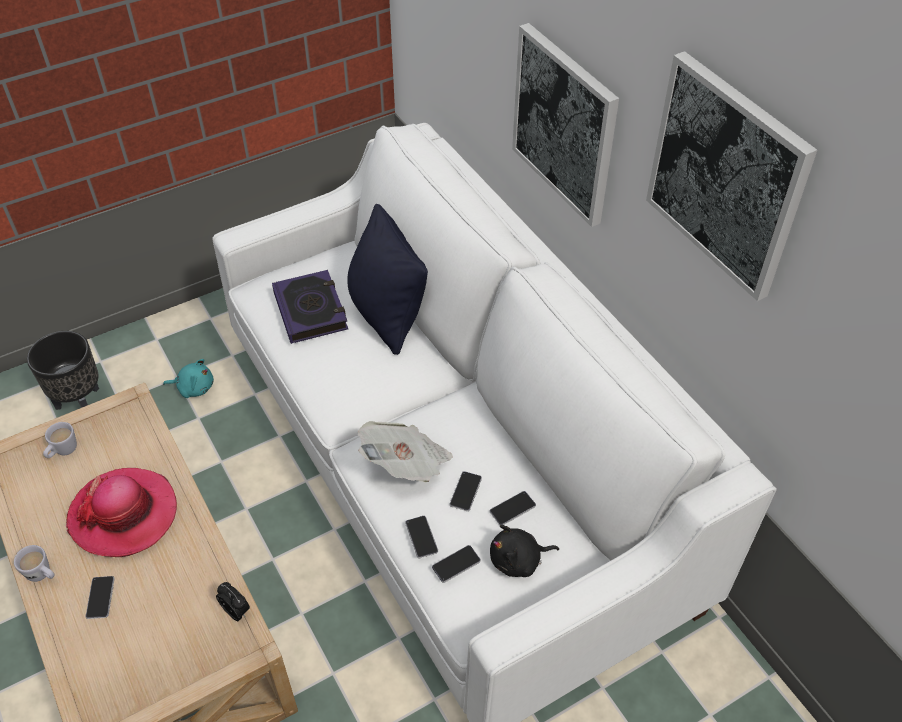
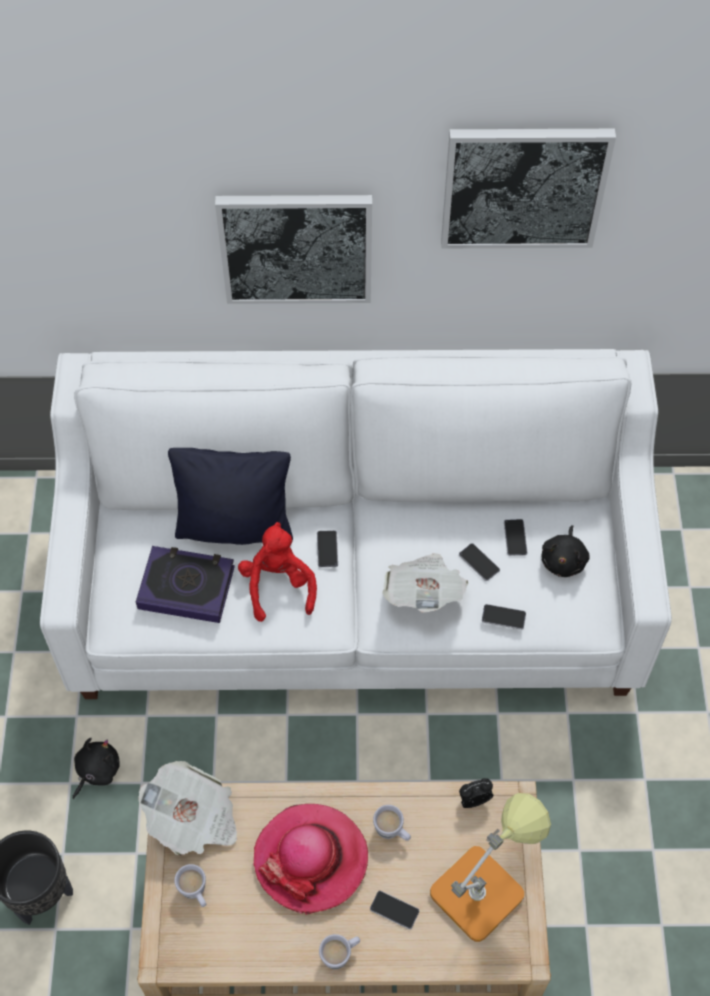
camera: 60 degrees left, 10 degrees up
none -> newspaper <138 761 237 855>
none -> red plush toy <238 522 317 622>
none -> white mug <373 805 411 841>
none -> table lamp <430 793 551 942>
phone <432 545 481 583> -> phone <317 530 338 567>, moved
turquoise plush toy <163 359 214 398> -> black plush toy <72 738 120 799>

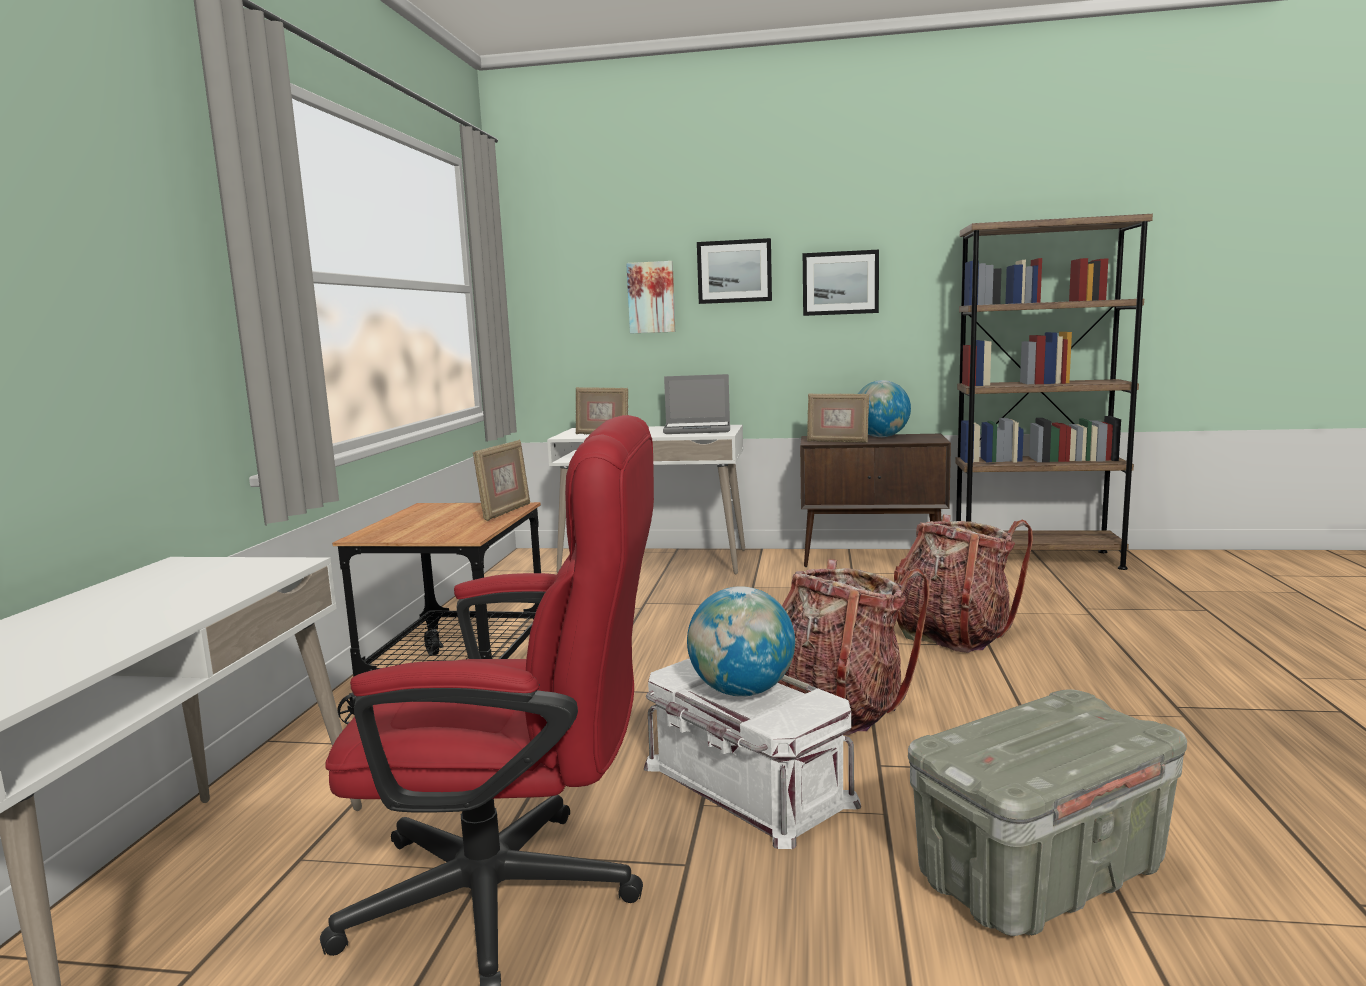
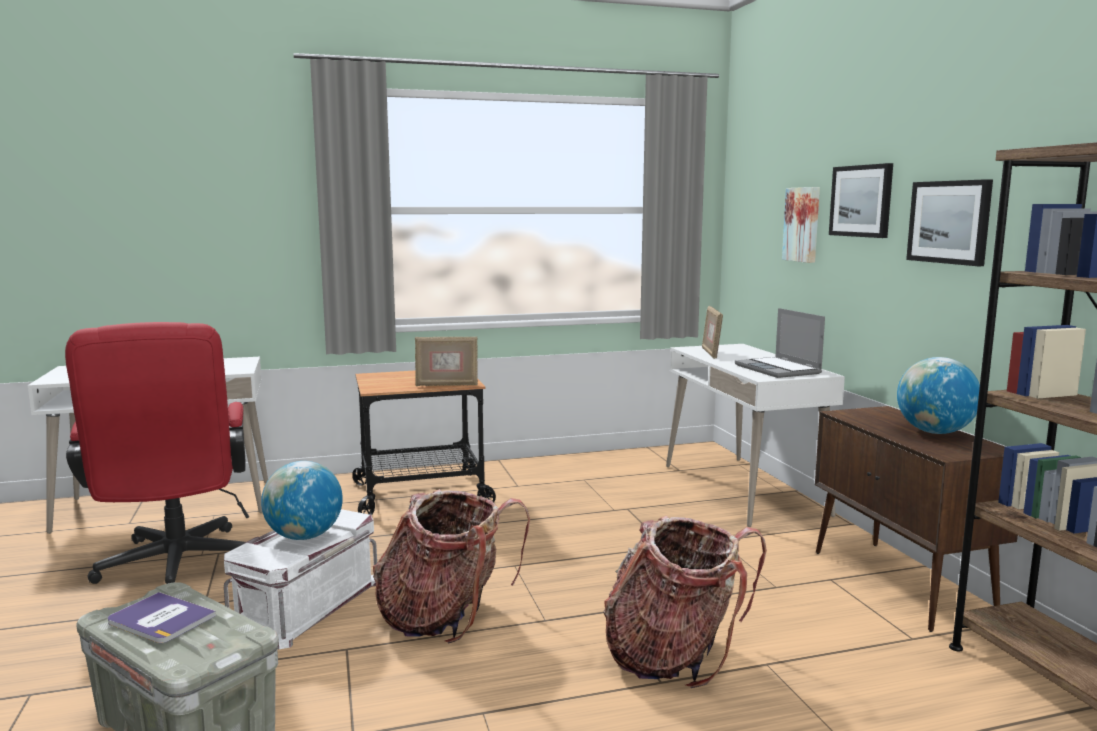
camera: 65 degrees right, 0 degrees up
picture frame <807 394 869 443> -> none
none -> book <108 592 216 643>

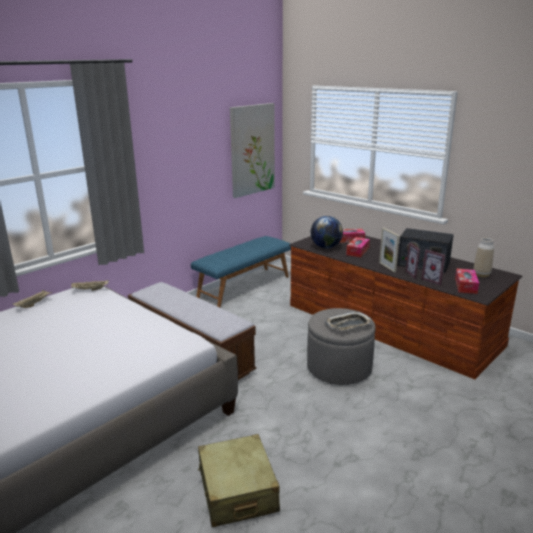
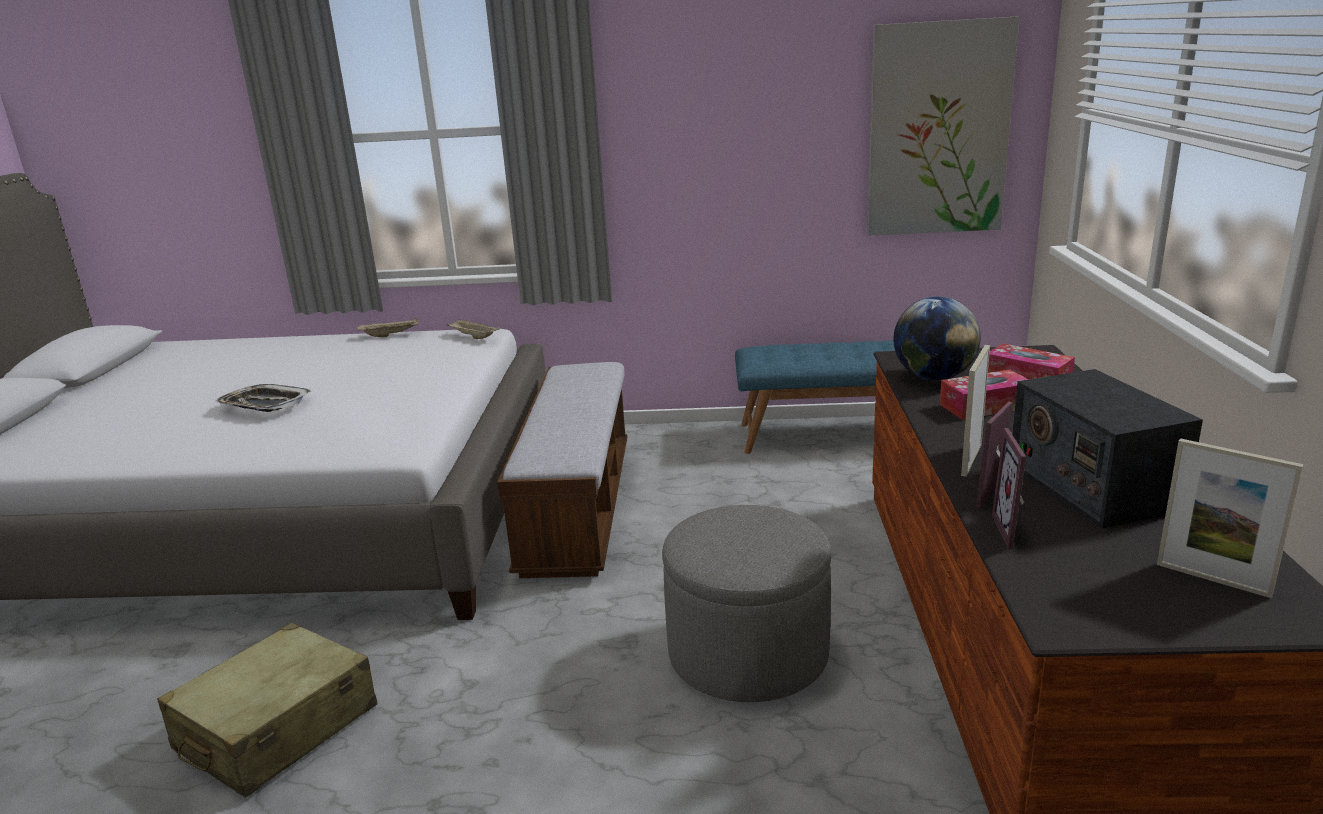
camera: 50 degrees right, 0 degrees up
tissue box <455 269 479 294> -> none
tray <325 311 373 330> -> tray <214 384 312 412>, moved
vase <473 238 494 278> -> picture frame <1157 438 1304 598>

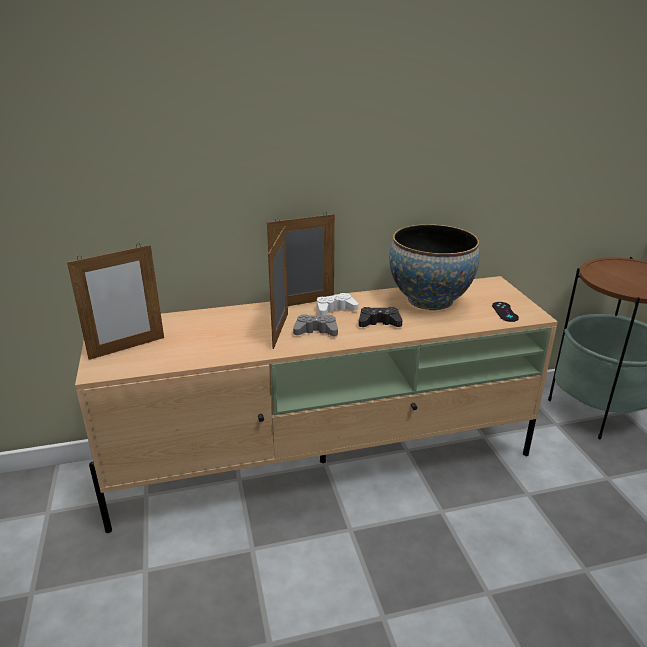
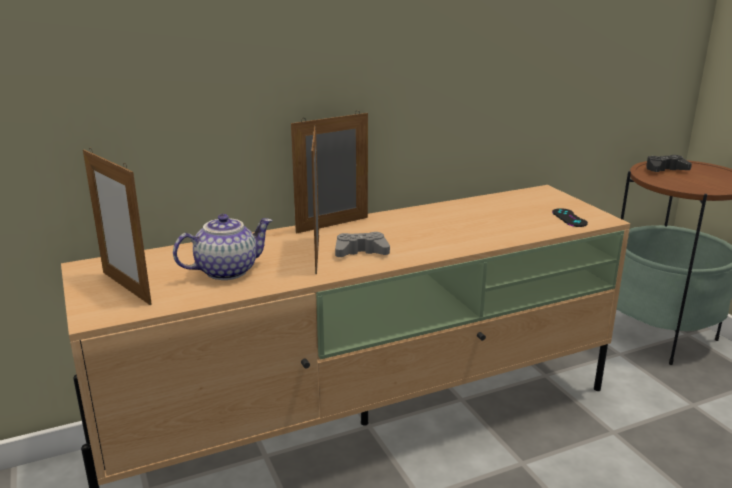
camera: 10 degrees left, 5 degrees down
white game controller <317 293 358 316> -> none
bowl <389 224 480 310> -> none
none -> teapot <173 214 273 280>
black game controller <359 307 402 327> -> black game controller <646 155 692 172>, moved
picture frame <67 243 164 360> -> picture frame <83 148 152 305>, 90 degrees clockwise

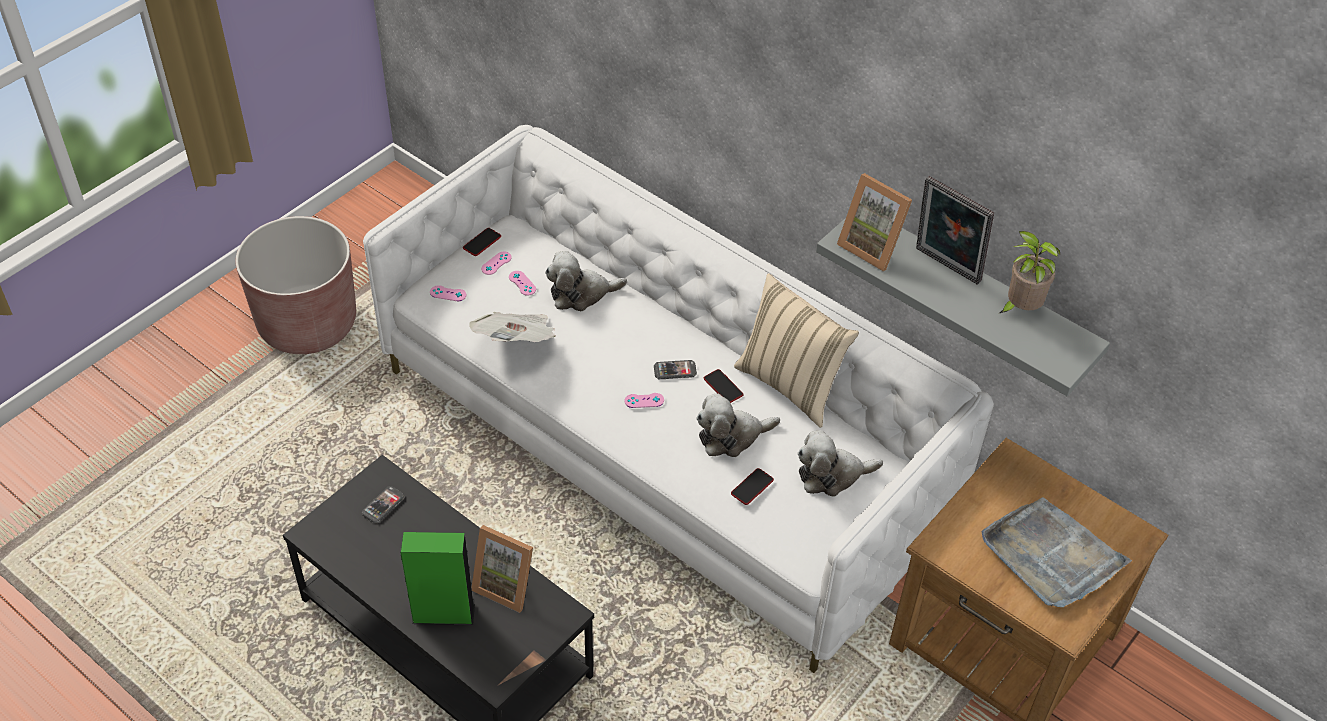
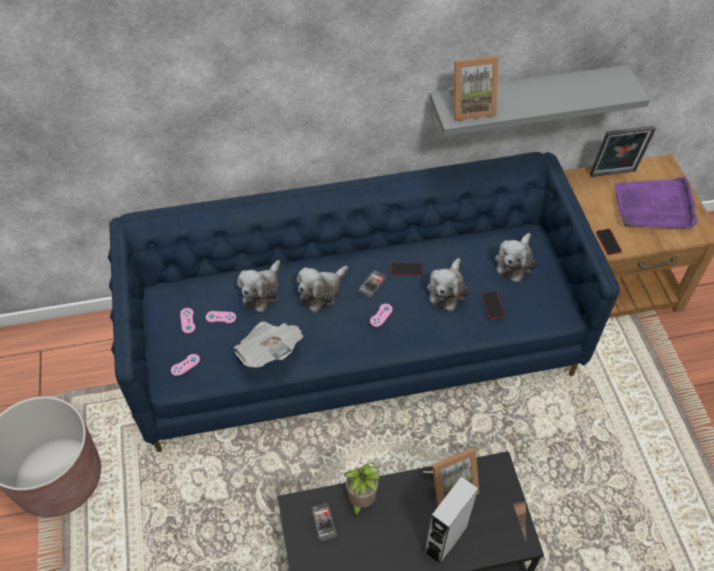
camera: 50 degrees left, 5 degrees up
beige pillow <734 274 859 428> -> none
none -> plush toy <297 266 348 313>
phone <463 228 501 256> -> phone <596 229 622 255>, moved
picture frame <916 176 994 285> -> picture frame <590 126 656 177>, moved
potted plant <998 231 1060 314> -> potted plant <344 462 380 518>, moved
white sofa <363 125 994 673> -> blue sofa <108 152 619 452>
green speaker <400 532 475 625> -> grey speaker <424 476 478 566>
grey tray <982 497 1132 607> -> purple tray <614 177 697 229>

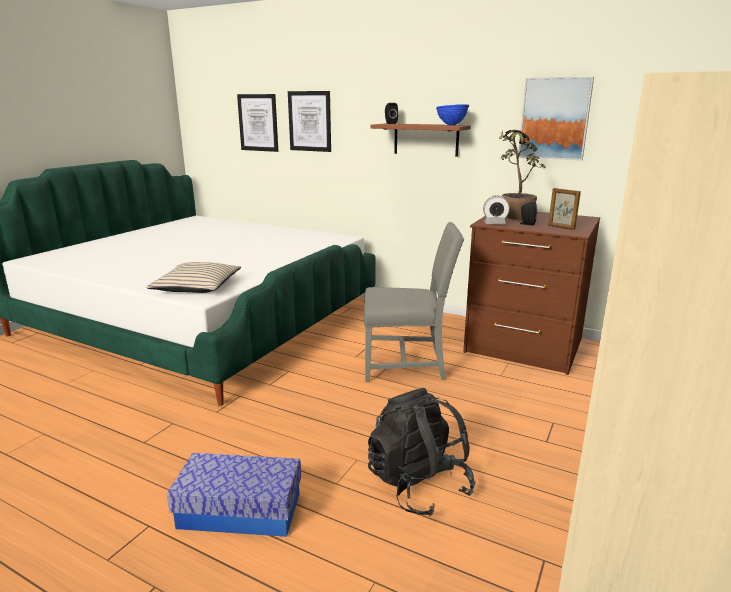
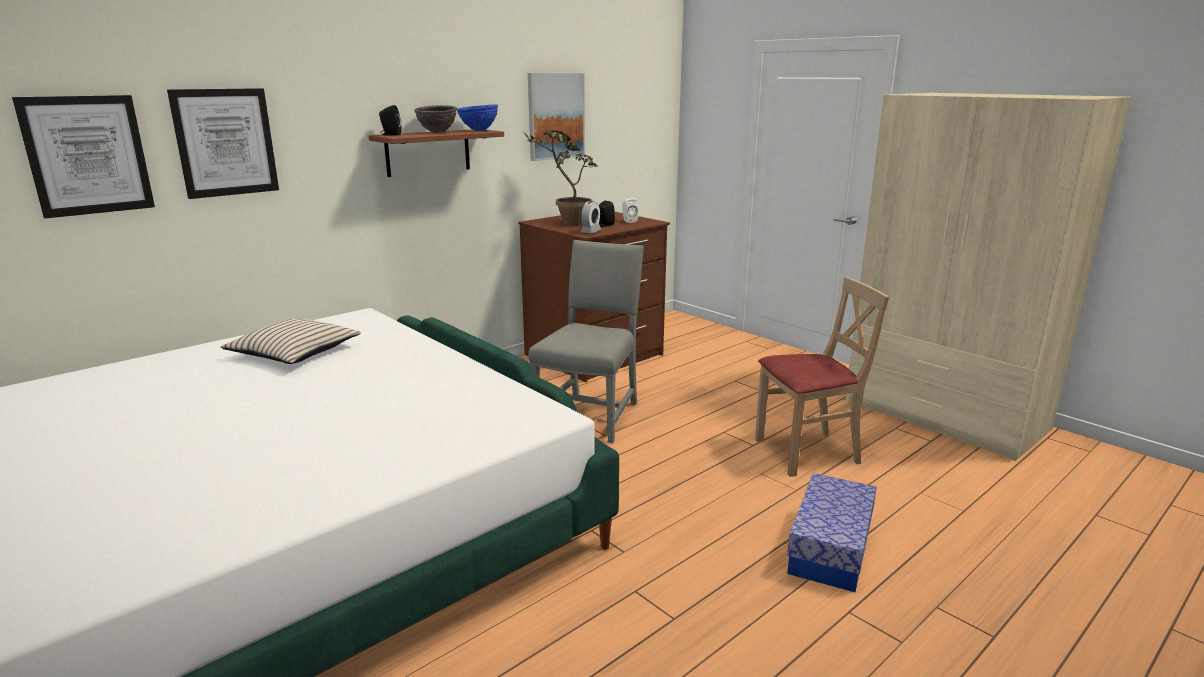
camera: 70 degrees left, 0 degrees up
none -> brown bowl <415 105 457 133>
beige pillow <146 262 241 293> -> beige pillow <221 318 361 364>, moved
black backpack <368 388 476 516> -> beige chair <755 277 889 477>
picture frame <548 188 581 230> -> white speaker <622 198 638 223>

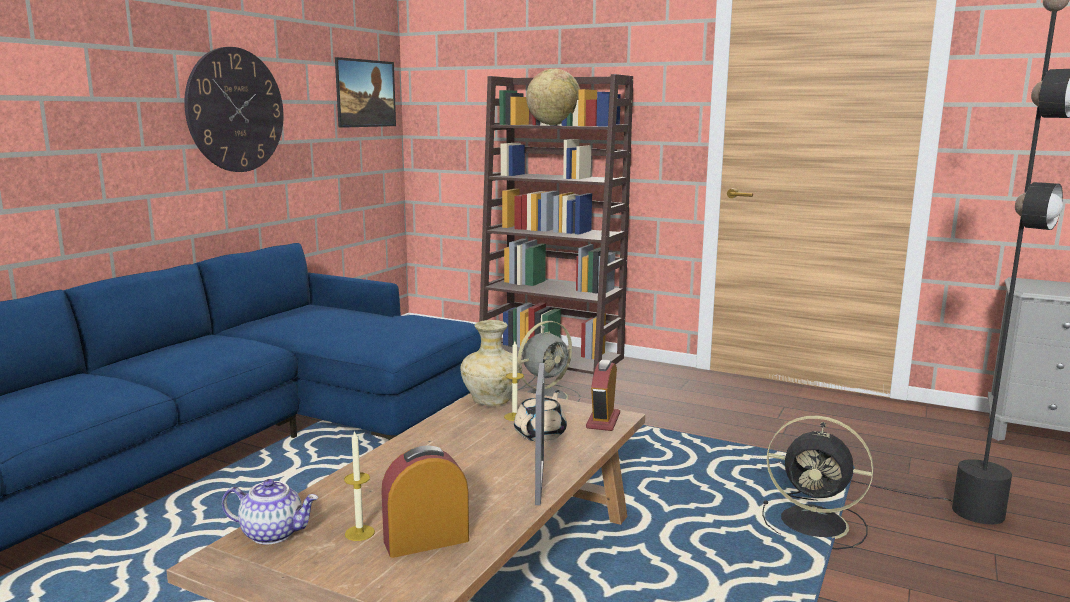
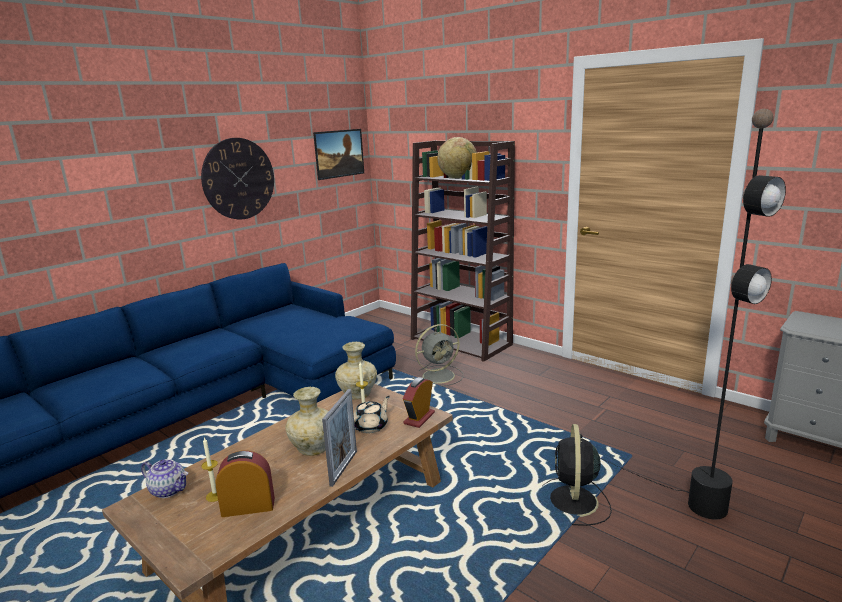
camera: 15 degrees right, 5 degrees up
none -> beige vase <286 387 329 456>
black fan <762 416 873 550> -> black fan <542 424 612 526>, 60 degrees clockwise

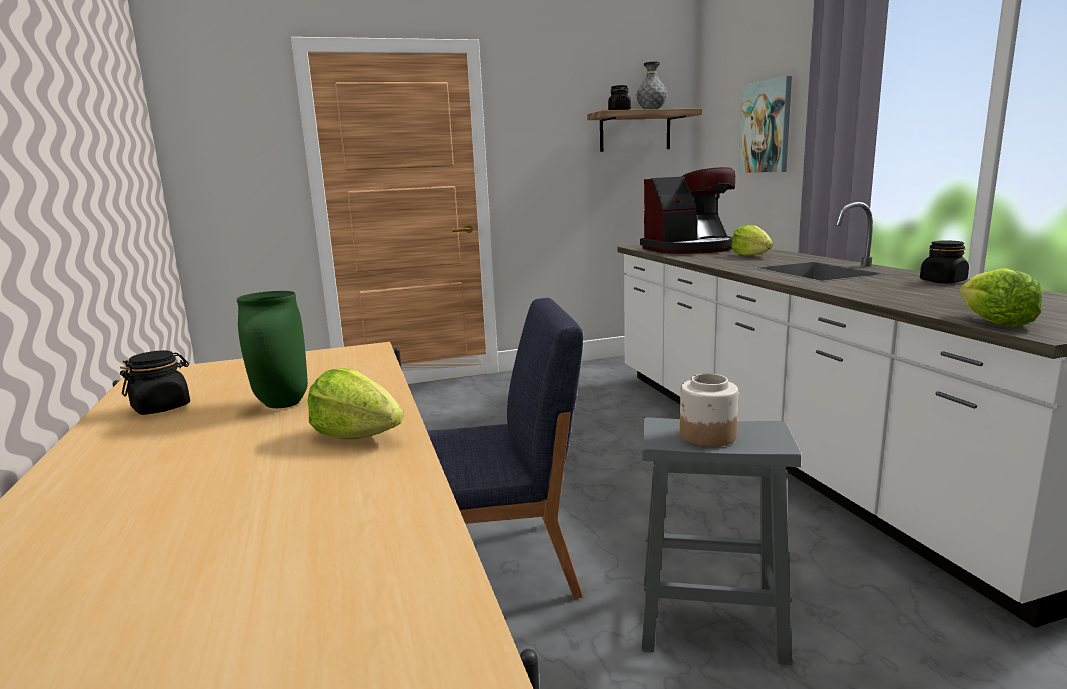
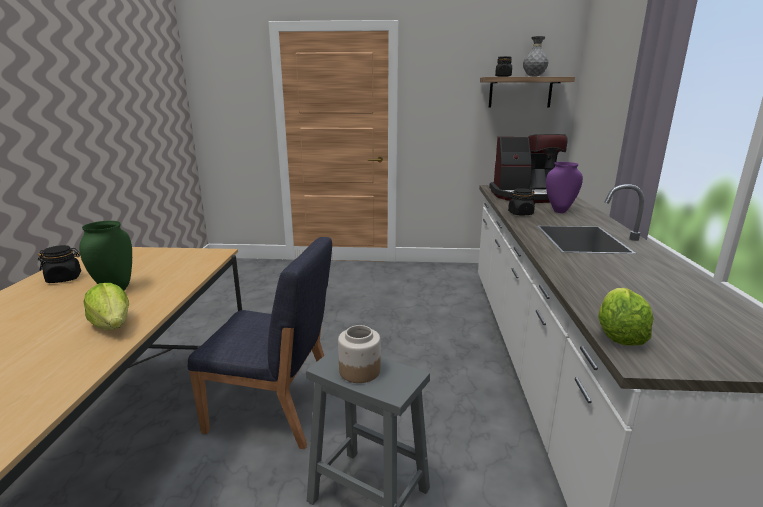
camera: 20 degrees right, 5 degrees up
picture <738 76 792 173> -> none
black jar <920 240 969 283> -> black jar <508 188 535 216>, moved
lettuce <731 225 773 256> -> purple vase <546 162 583 213>

